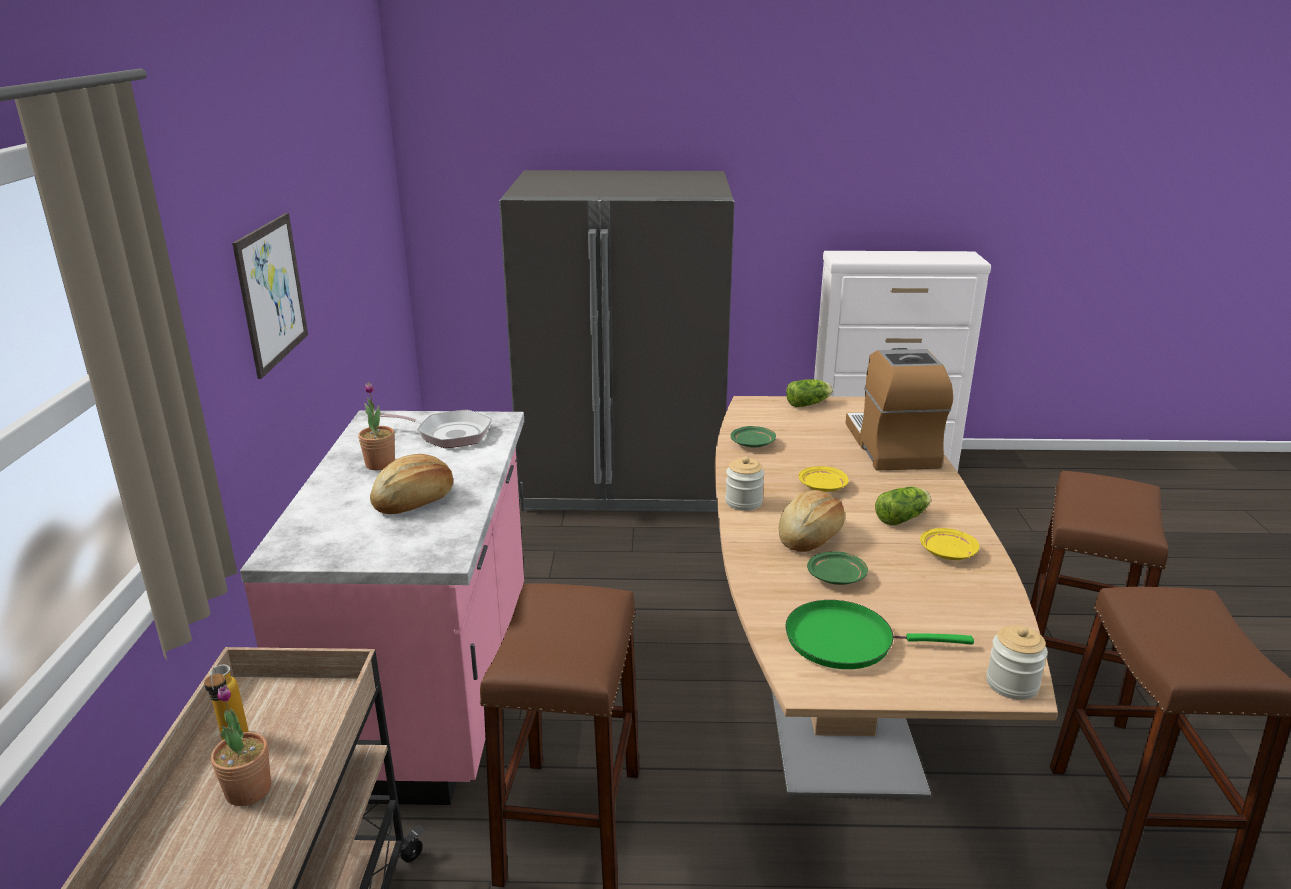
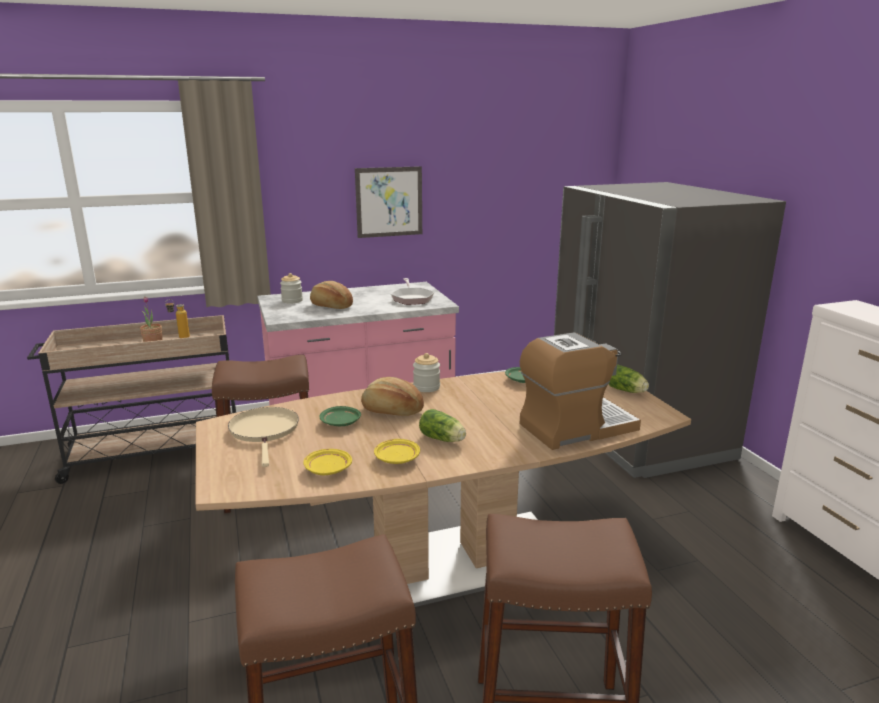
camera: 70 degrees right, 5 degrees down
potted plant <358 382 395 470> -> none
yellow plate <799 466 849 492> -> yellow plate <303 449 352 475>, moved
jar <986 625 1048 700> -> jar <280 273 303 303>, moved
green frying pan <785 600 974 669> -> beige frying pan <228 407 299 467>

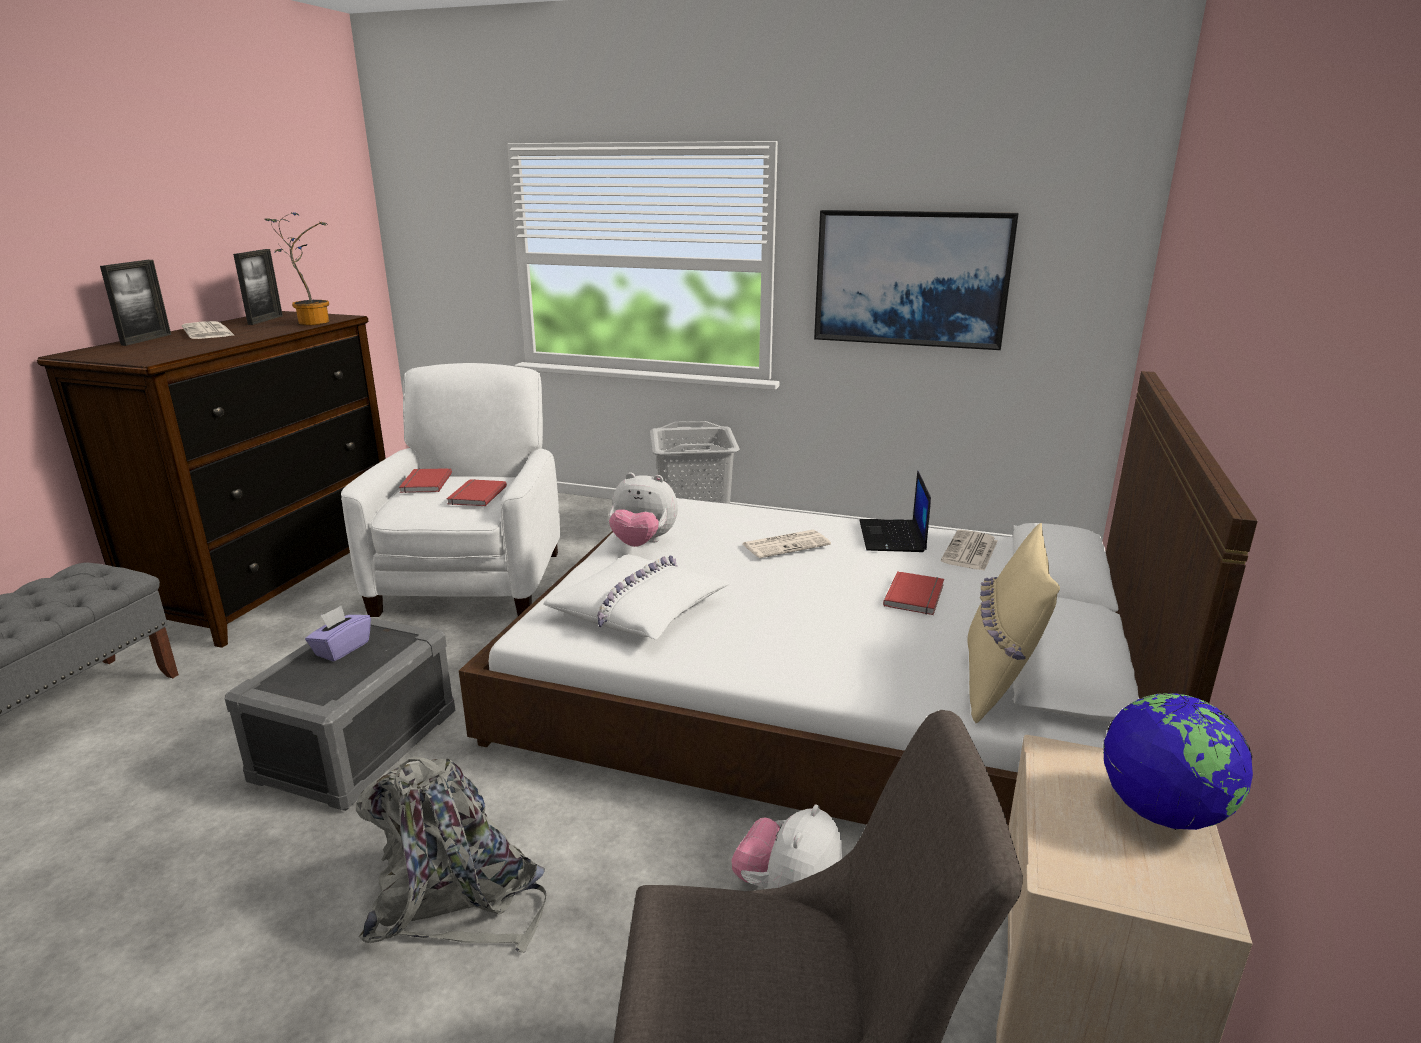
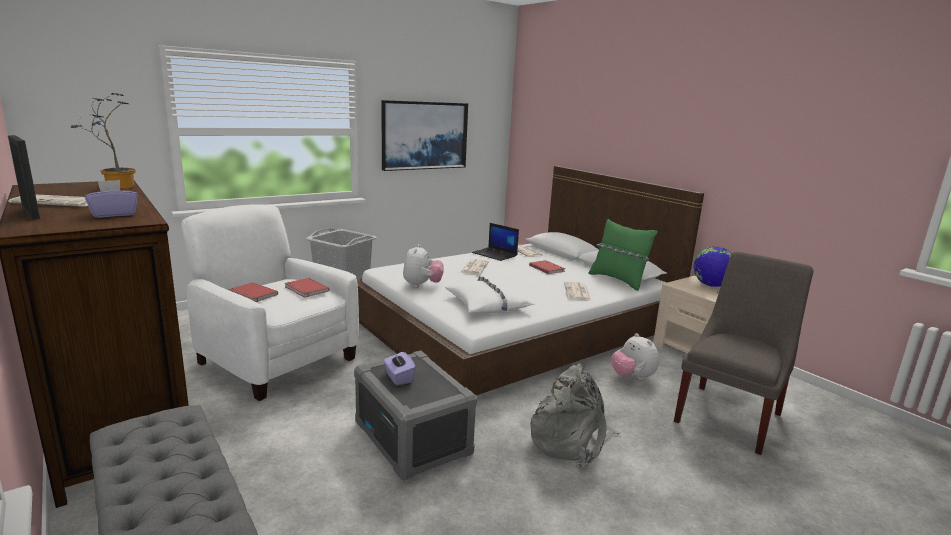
camera: 55 degrees left, 5 degrees down
picture frame <233 249 283 325> -> none
none -> purple tissue box <85 180 138 218>
none -> newspaper <564 281 591 301>
beige pillow <968 523 1060 723> -> green pillow <588 219 657 291>
plush toy <609 472 678 547> -> plush toy <403 244 444 288>, 45 degrees counterclockwise

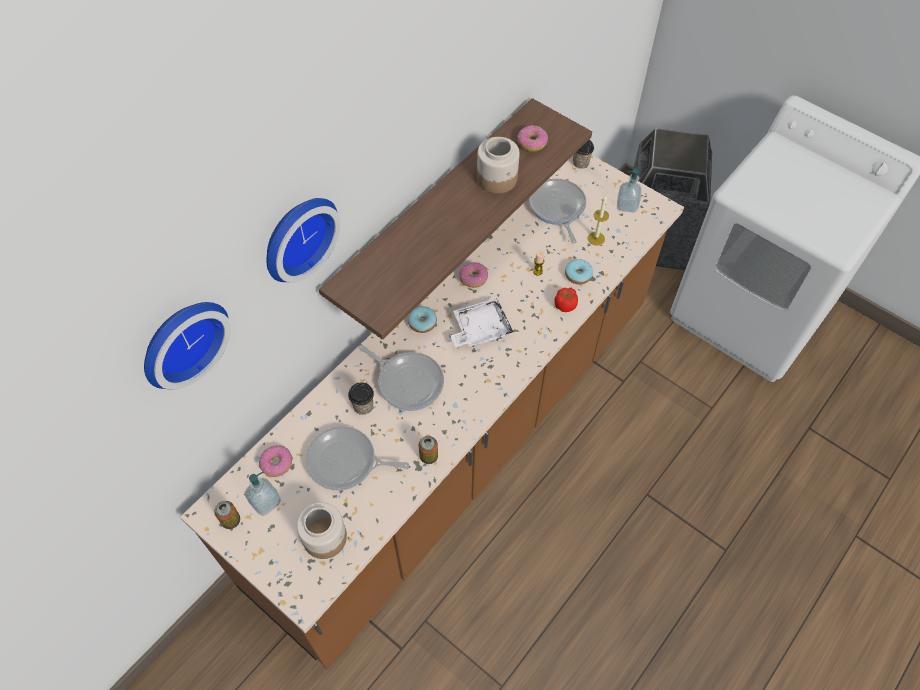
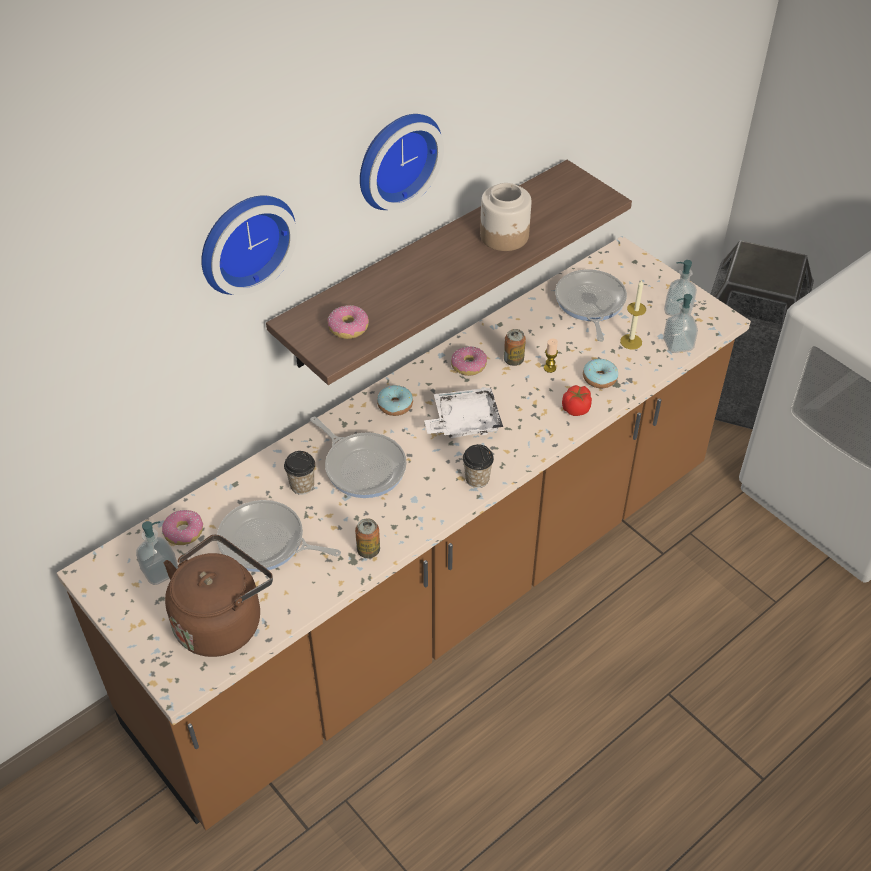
camera: 10 degrees right, 10 degrees down
none -> soap dispenser <663 294 698 353>
wall clock <144 302 231 390> -> wall clock <360 114 444 210>, moved
can <214 501 240 529> -> can <504 329 526 366>, moved
donut <517 125 548 152> -> donut <327 305 369 339>, moved
cup <573 140 594 169> -> cup <463 444 494 488>, moved
jar <297 502 347 559> -> brown kettle <164 535 273 657>

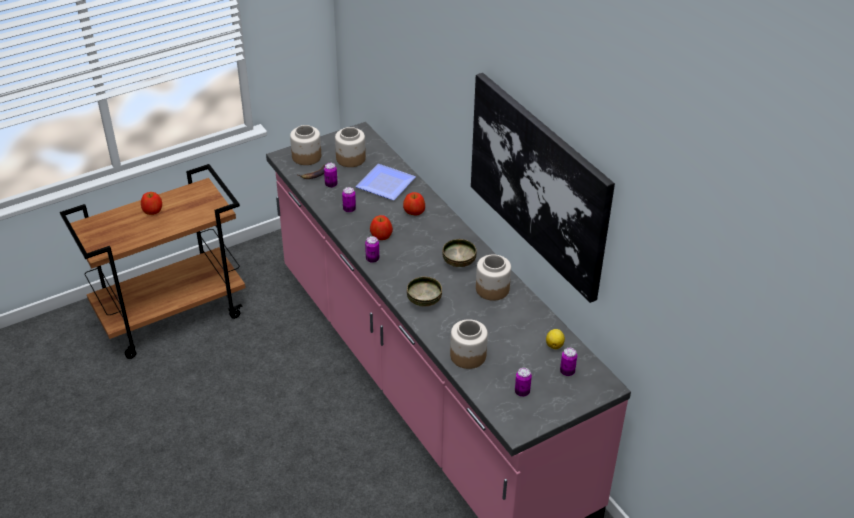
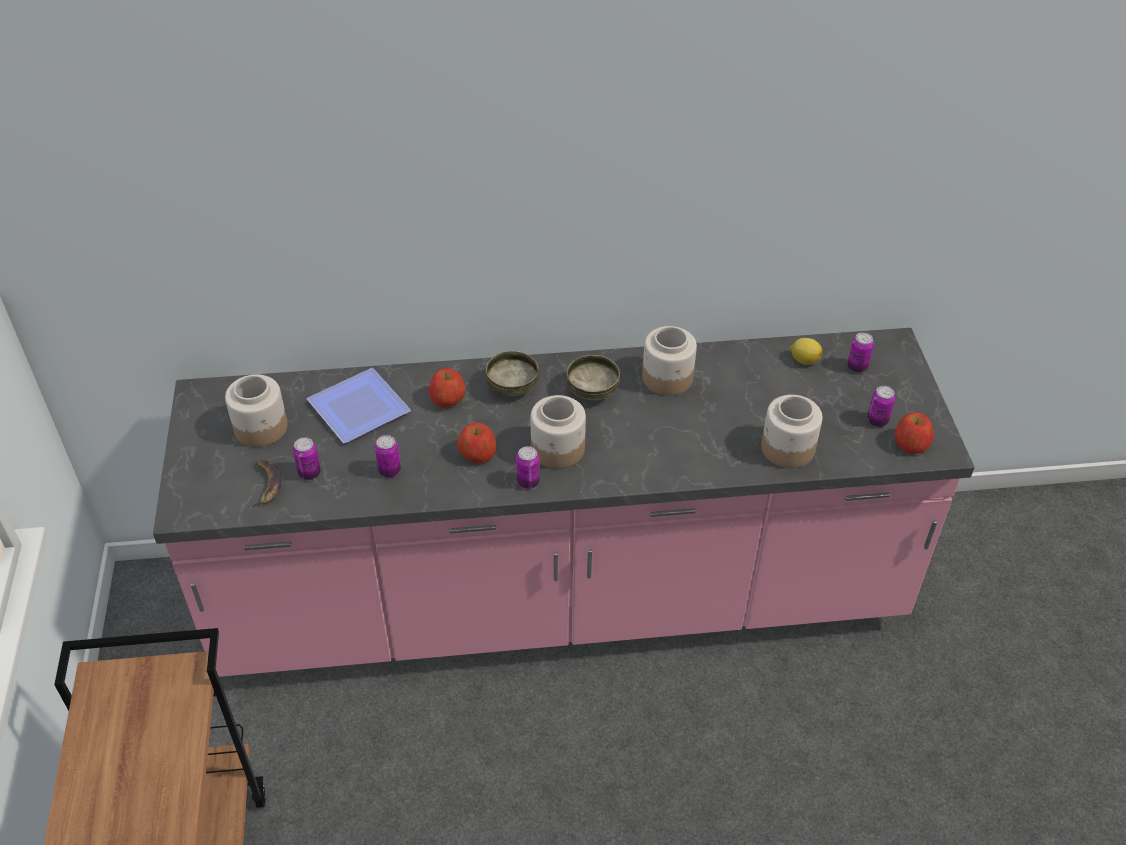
camera: 65 degrees left, 5 degrees up
picture <471 73 615 303> -> none
apple <141 192 162 215> -> apple <895 412 934 454>, moved
jar <290 125 321 165> -> jar <530 395 586 469>, moved
bowl <407 276 442 307> -> bowl <486 351 539 396>, moved

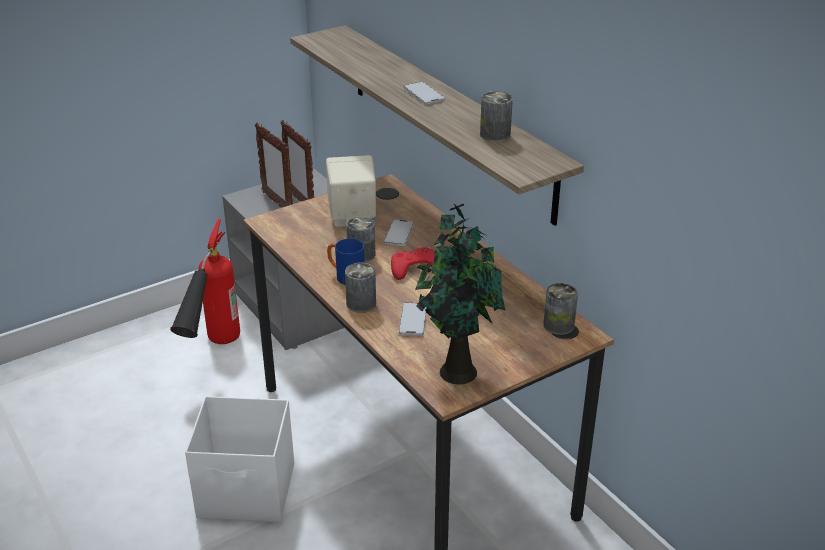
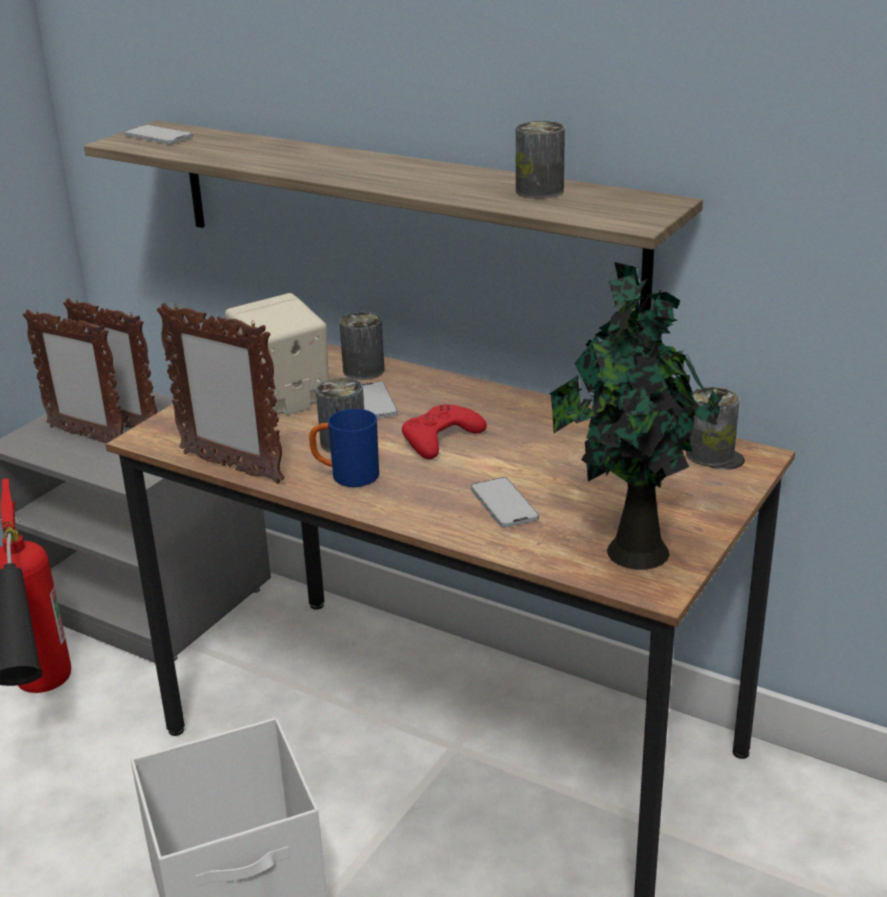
camera: 25 degrees left, 5 degrees down
none -> picture frame <157 303 285 484>
can <345 263 376 313> -> can <339 312 384 380>, moved
phone <404 82 445 104> -> phone <123 125 193 145>, moved

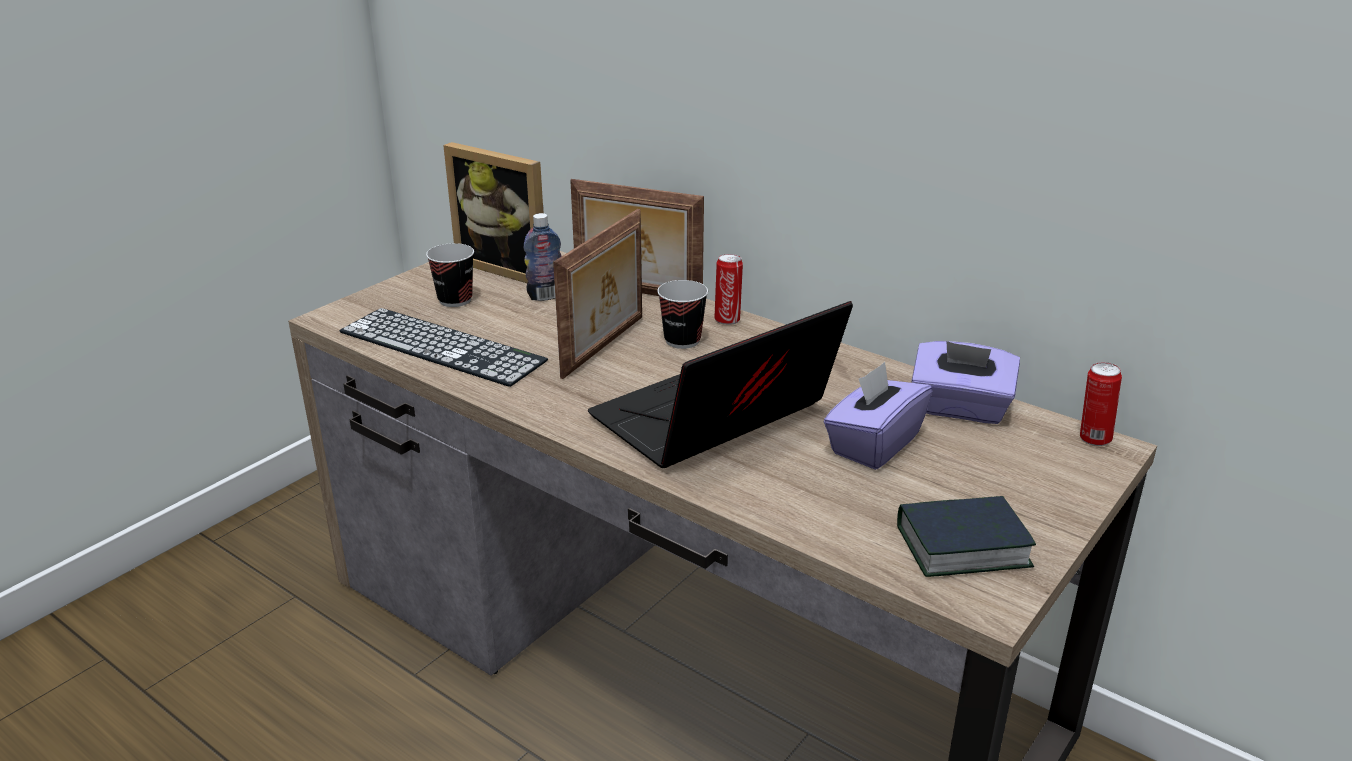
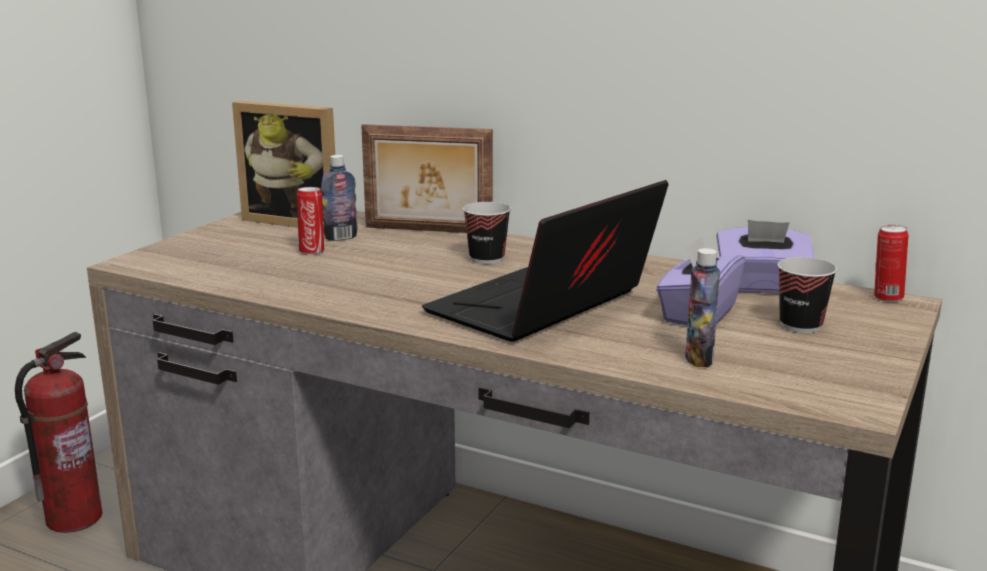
camera: 10 degrees left, 10 degrees down
keyboard <340 308 548 387> -> none
picture frame <553 209 642 379> -> none
book <897 496 1036 577> -> none
none -> fire extinguisher <15 332 102 533>
none -> bottle <685 248 720 367>
cup <426 243 474 307> -> cup <778 257 837 333>, moved
can <714 254 743 325> -> can <297 187 324 255>, moved

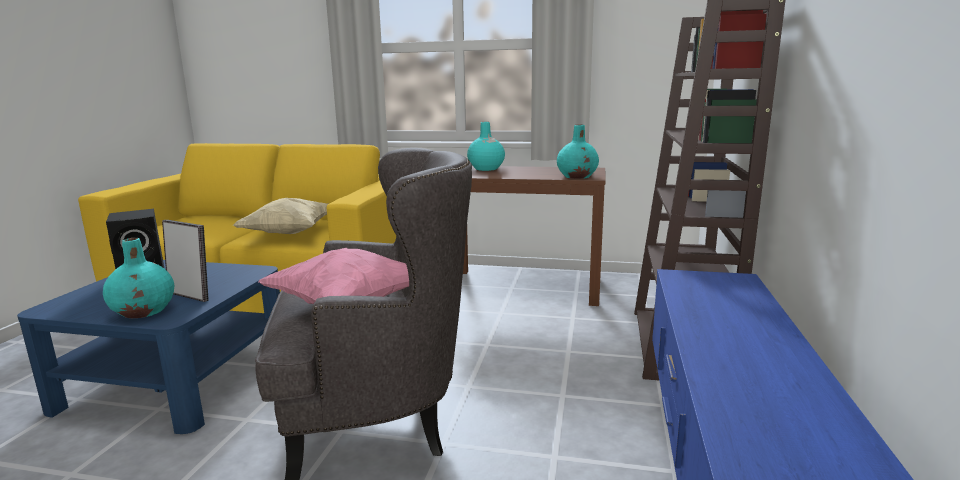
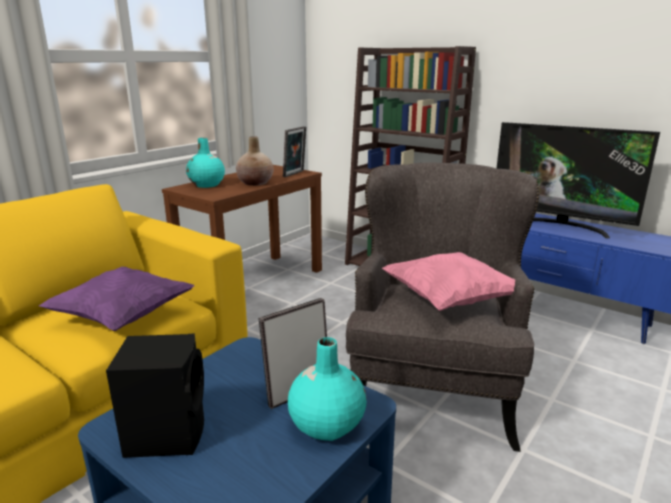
camera: 65 degrees left, 5 degrees up
none -> beige vase <236 136 274 186>
none -> television <496 122 660 238>
turquoise vase <557 124 599 179> -> picture frame <283 126 306 177>
beige pillow <233 198 328 234> -> purple pillow <39 267 195 331>

